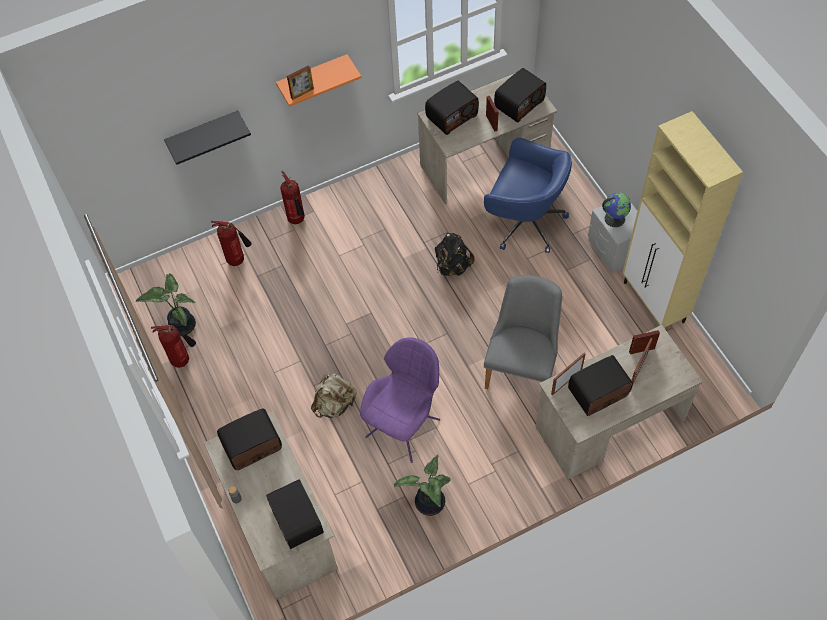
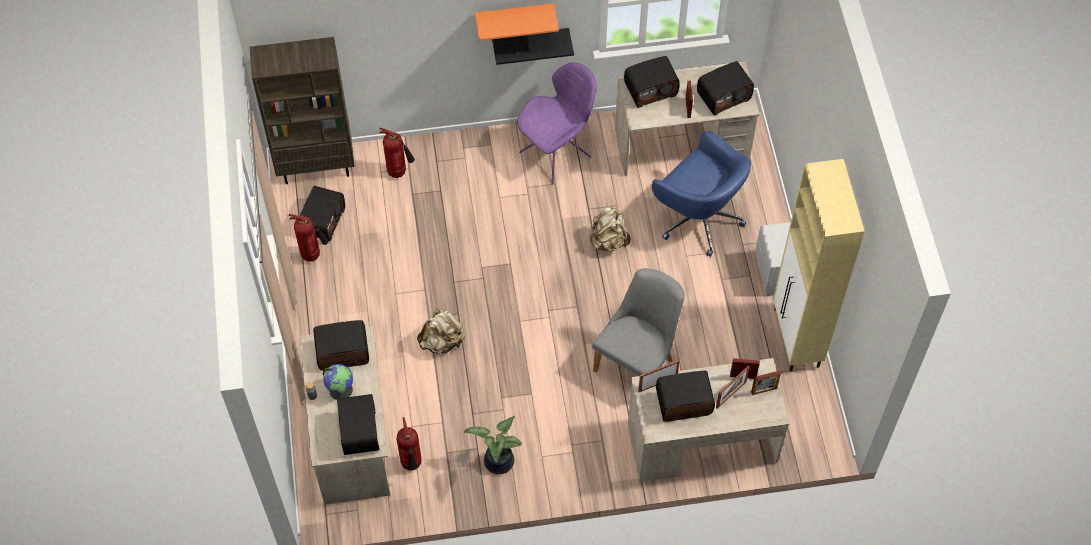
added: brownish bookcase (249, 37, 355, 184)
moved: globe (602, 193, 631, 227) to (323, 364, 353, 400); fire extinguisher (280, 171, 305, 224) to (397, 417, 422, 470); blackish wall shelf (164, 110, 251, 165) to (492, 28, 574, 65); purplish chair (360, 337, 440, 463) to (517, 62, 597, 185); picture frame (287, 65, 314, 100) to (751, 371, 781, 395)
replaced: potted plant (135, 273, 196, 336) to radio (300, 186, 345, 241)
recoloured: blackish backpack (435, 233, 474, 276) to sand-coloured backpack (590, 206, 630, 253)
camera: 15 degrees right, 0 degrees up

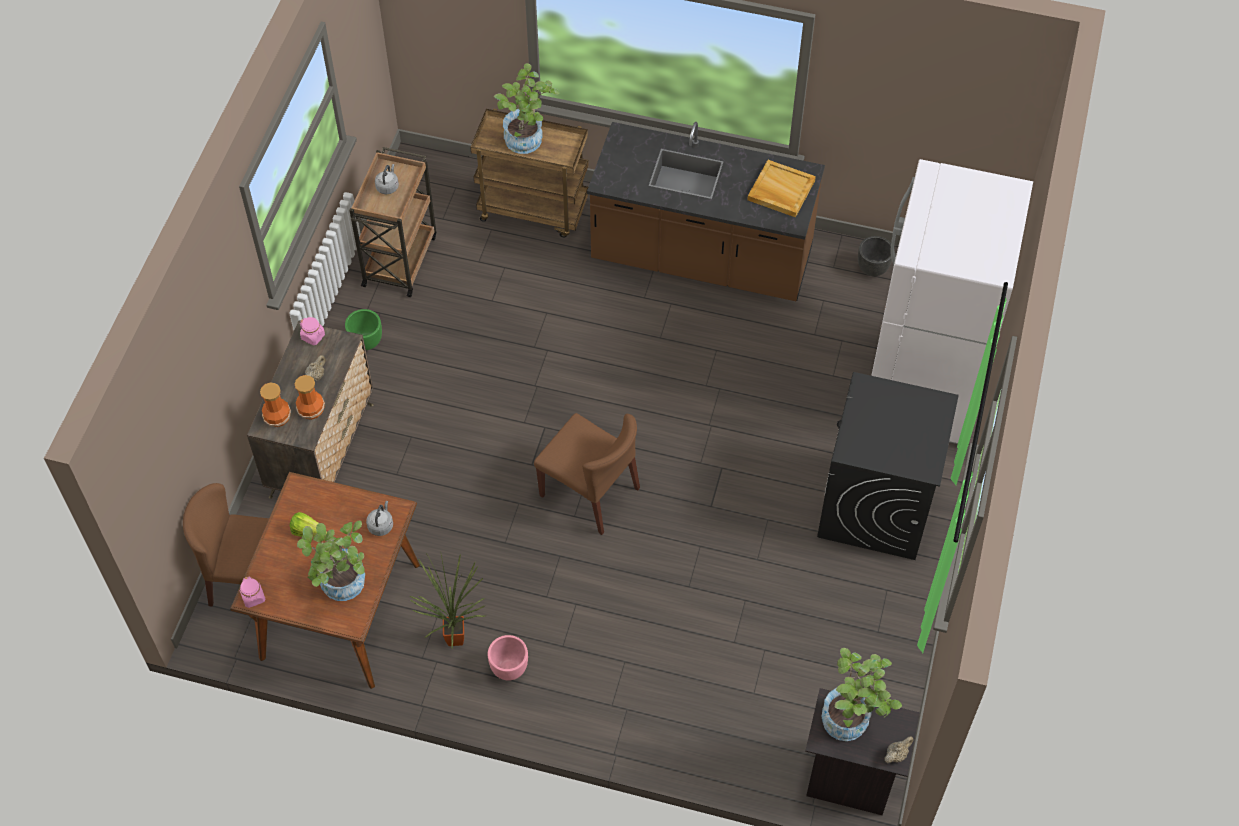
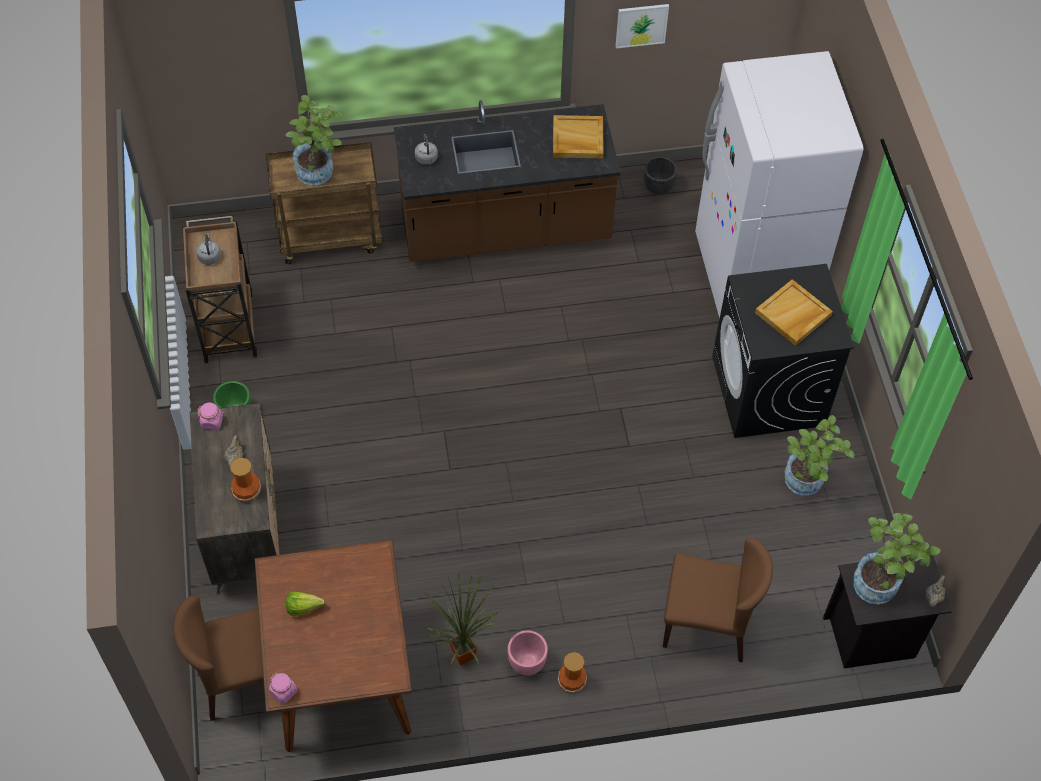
added: wall picture (616, 4, 669, 48); sand-coloured tray (755, 279, 833, 346)
moved: greyish tea kettle (366, 501, 393, 536) to (415, 134, 438, 165); flower vase (260, 382, 291, 427) to (558, 652, 587, 693); brownish chair (534, 413, 640, 535) to (663, 538, 773, 663); potted plant (297, 521, 365, 601) to (784, 415, 855, 496)
camera: 25 degrees left, 0 degrees up

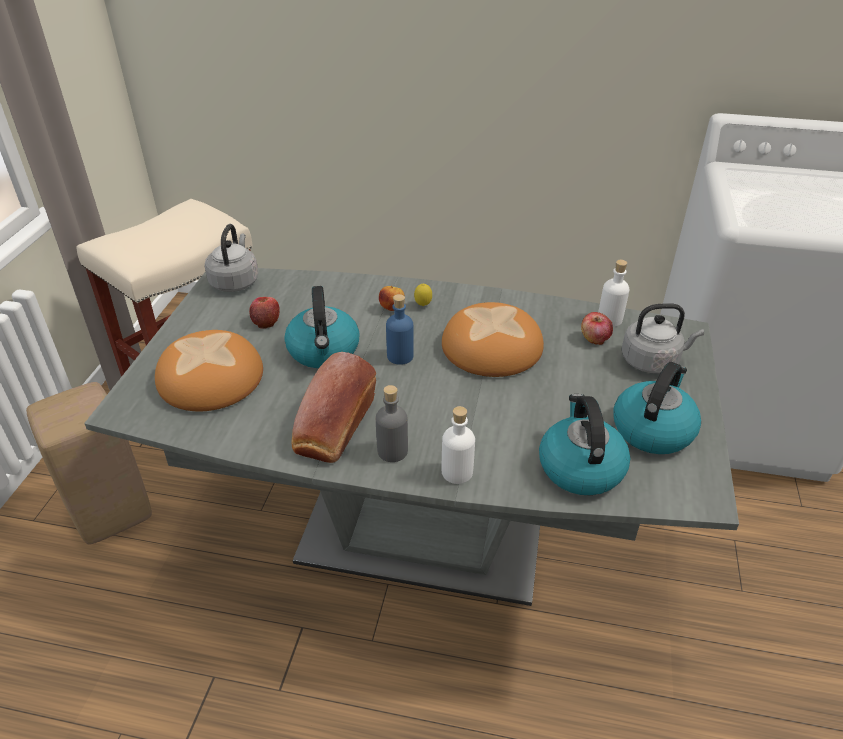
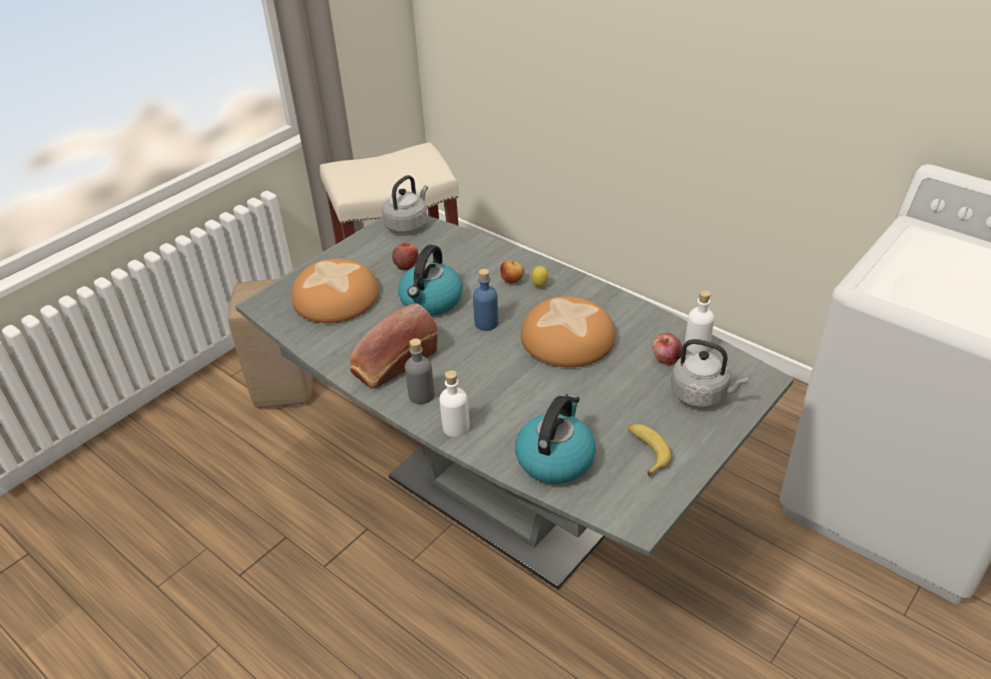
replaced: tea kettle (614, 362, 701, 454) to whole banana (627, 424, 672, 476)
camera: 30 degrees right, 0 degrees up

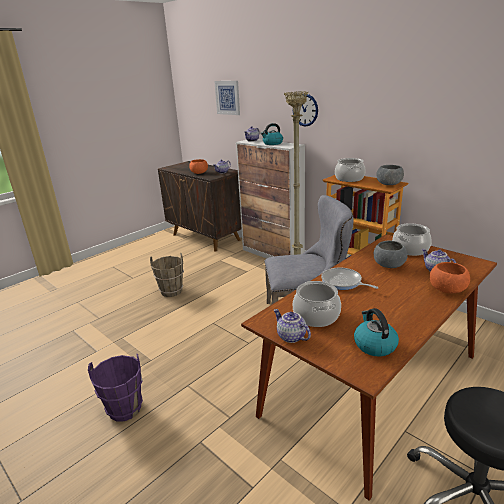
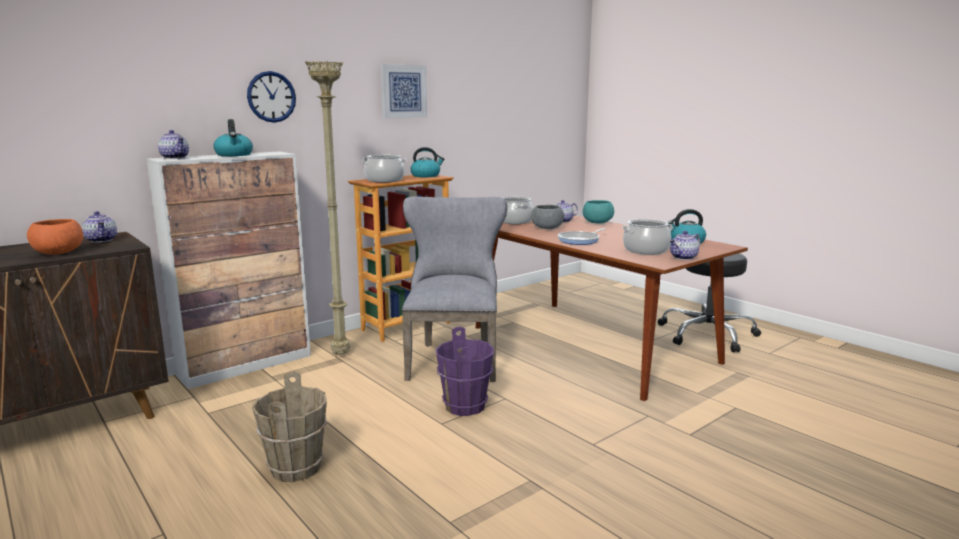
moved: wall picture (214, 81, 240, 115) to (381, 64, 427, 118); purplish water bucket (88, 354, 143, 422) to (435, 327, 494, 416)
replaced: greyish serving bowl (376, 165, 404, 185) to tea kettle (410, 147, 444, 177)
recoloured: orange-coloured serving bowl (430, 262, 470, 293) to blue-green serving bowl (583, 200, 614, 224)
camera: 85 degrees left, 10 degrees down

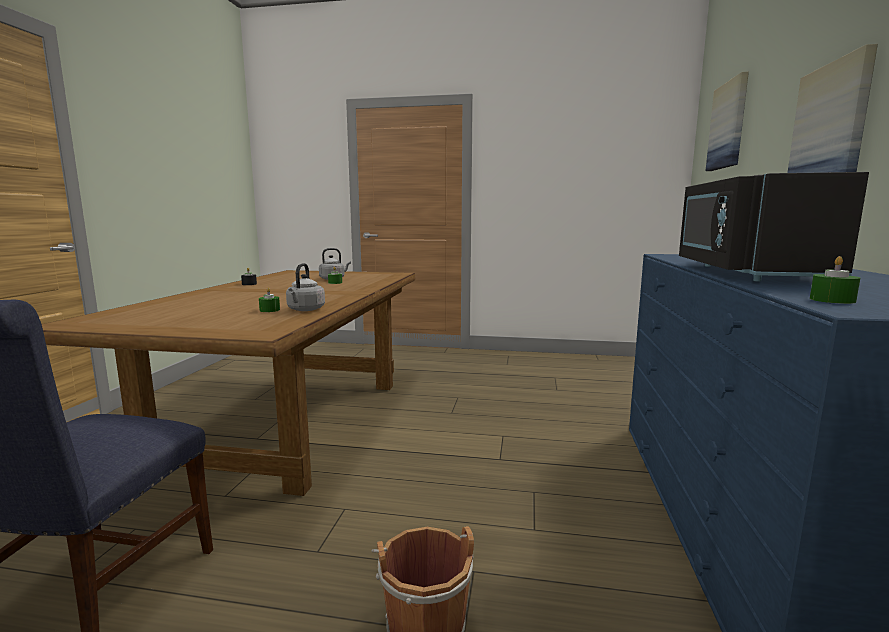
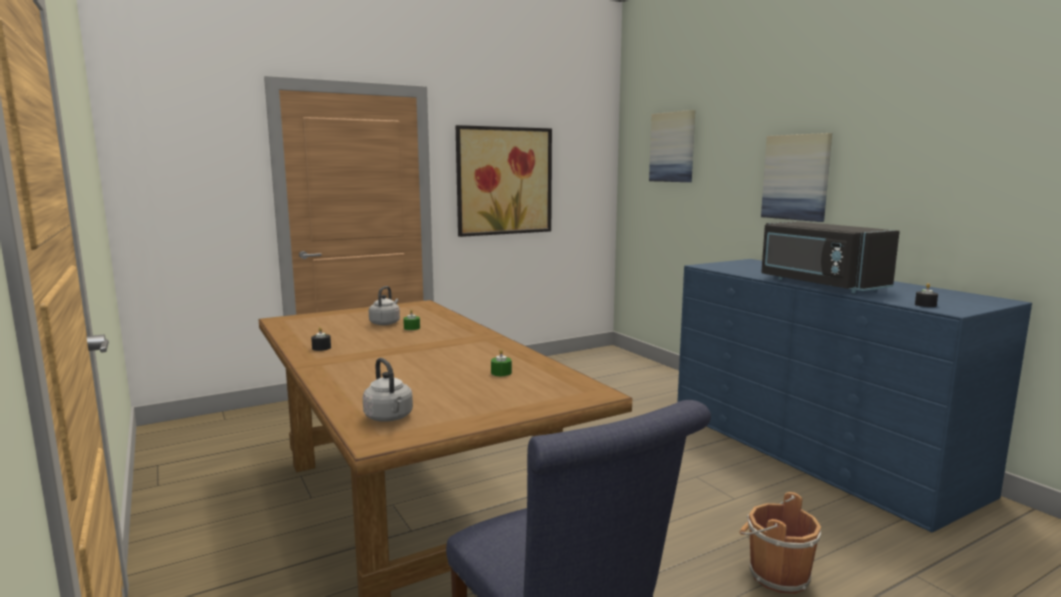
added: wall picture (456, 125, 552, 237)
moved: greyish tea kettle (286, 263, 325, 311) to (363, 358, 413, 422)
recoloured: green-coloured wax light (810, 256, 860, 304) to blackish wax light (915, 283, 938, 307)
camera: 40 degrees left, 0 degrees up

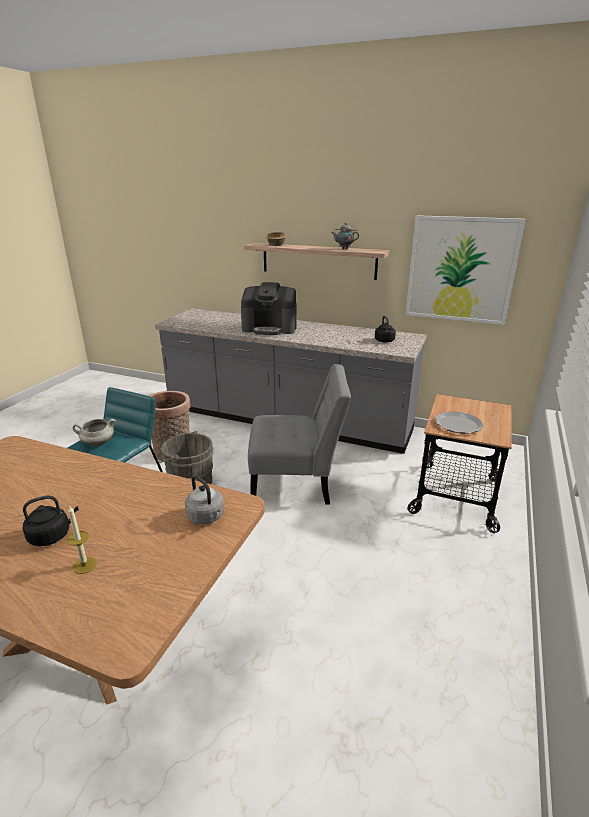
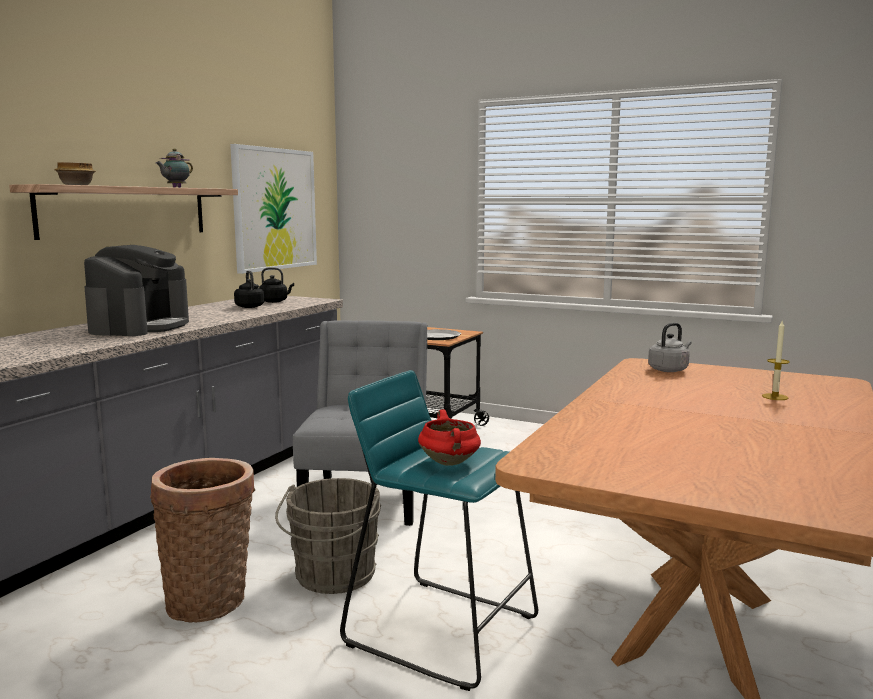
moved: blackish tea kettle (23, 495, 79, 546) to (234, 271, 264, 308)
recoloured: white stockpot (73, 419, 116, 446) to red-coloured stockpot (418, 409, 481, 466)
camera: 85 degrees left, 15 degrees down

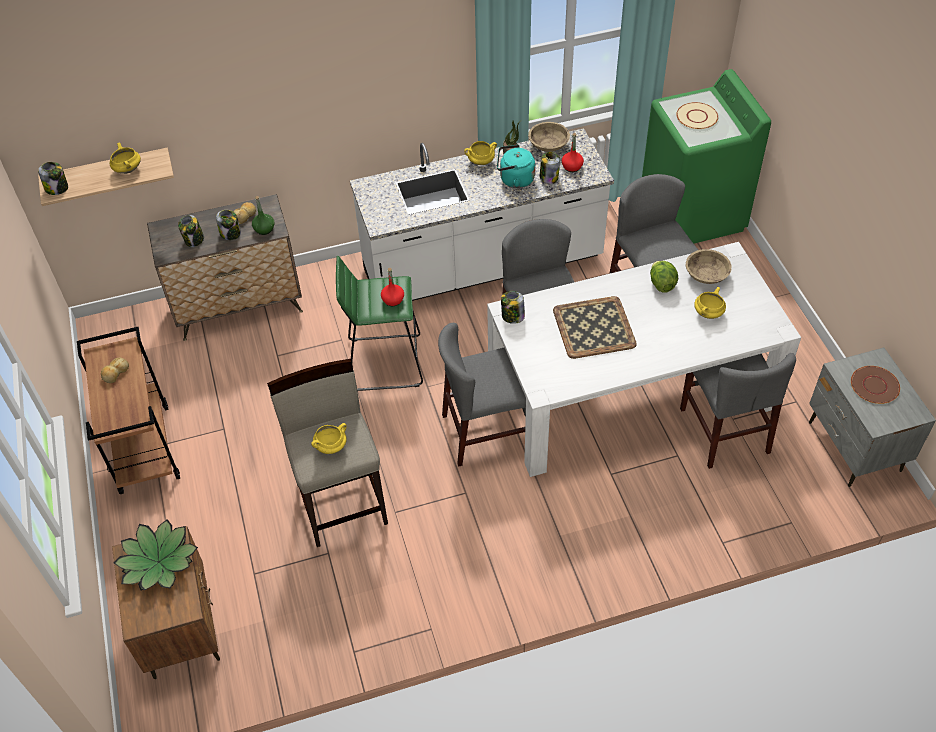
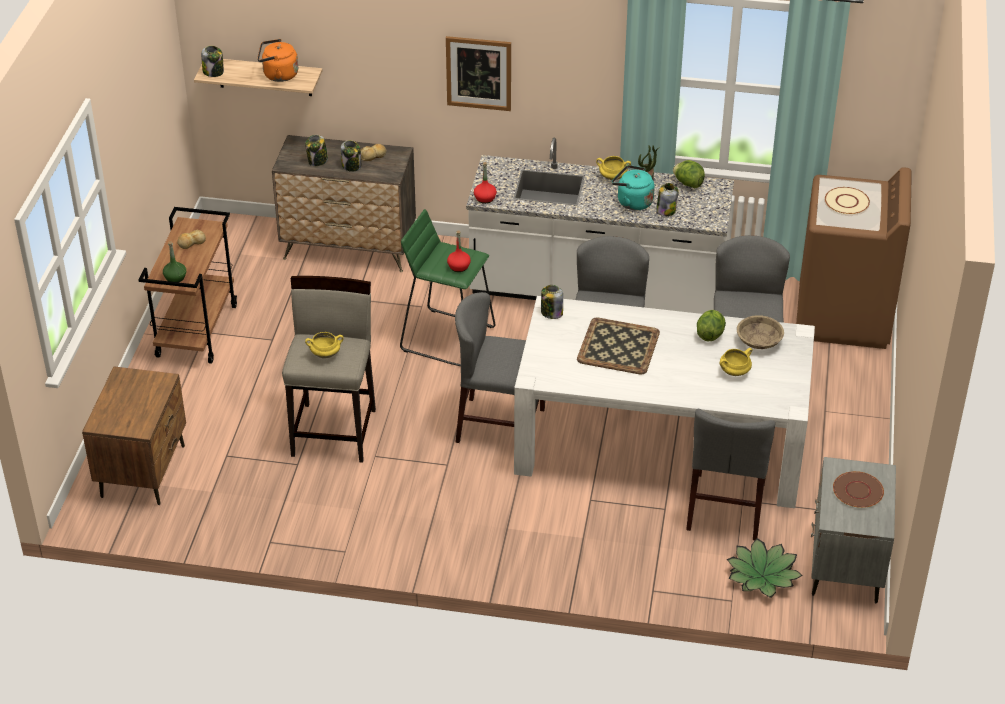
added: wall picture (446, 36, 511, 111)
moved: green-coloured bottle (252, 196, 274, 235) to (163, 241, 186, 283); red-coloured bottle (562, 133, 584, 172) to (474, 162, 497, 204); potted plant (114, 519, 198, 591) to (727, 538, 803, 598)
replaced: yellow stockpot (110, 143, 141, 174) to orange-coloured tea kettle (257, 39, 298, 82); sand-coloured serving bowl (528, 122, 570, 152) to lettuce head (673, 160, 705, 188)
recoloured: green-coloured laundry machine (642, 69, 771, 244) to brownish laundry machine (796, 167, 912, 349)
camera: 25 degrees right, 10 degrees down

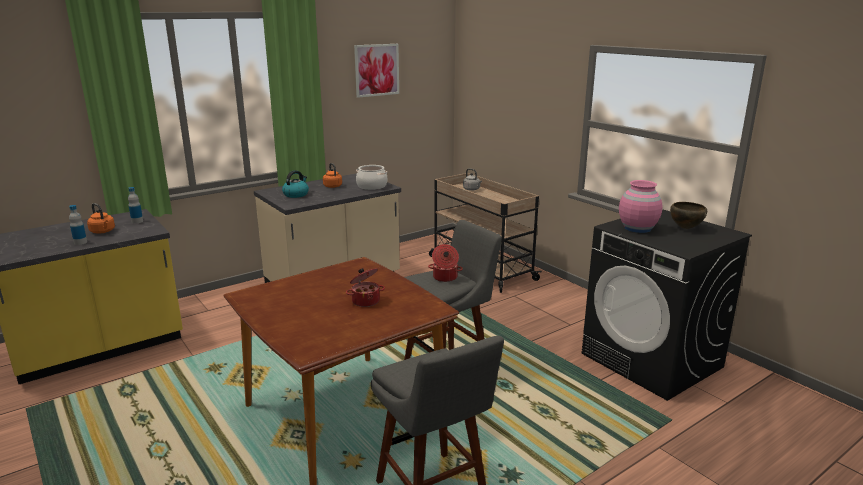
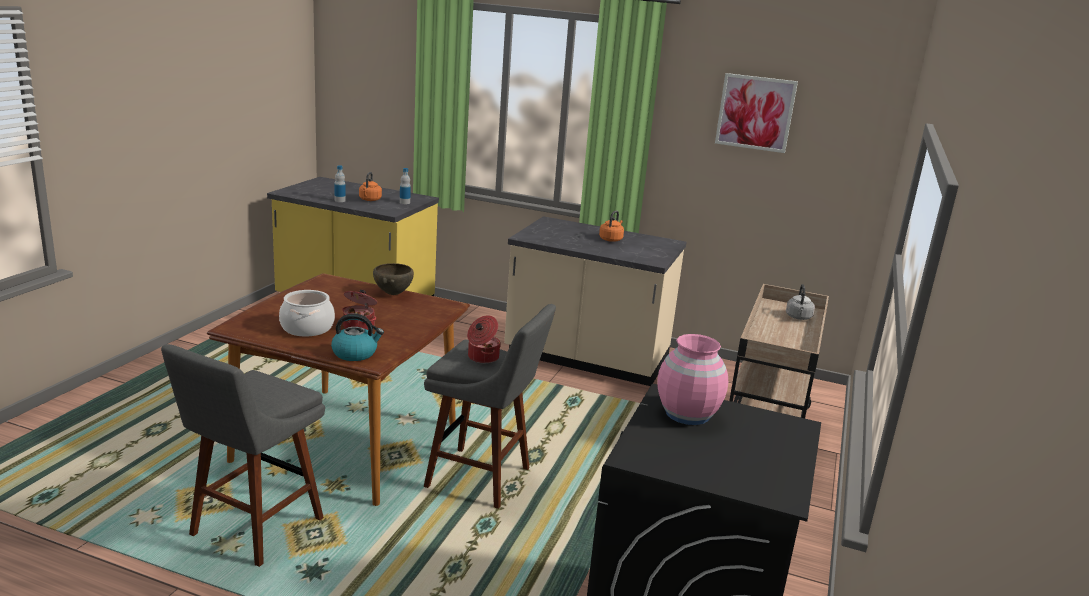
moved: stockpot (356, 165, 387, 190) to (279, 290, 335, 337); tea kettle (282, 170, 309, 198) to (331, 314, 384, 361); brownish serving bowl (670, 202, 707, 229) to (373, 263, 414, 295)
camera: 55 degrees right, 0 degrees up

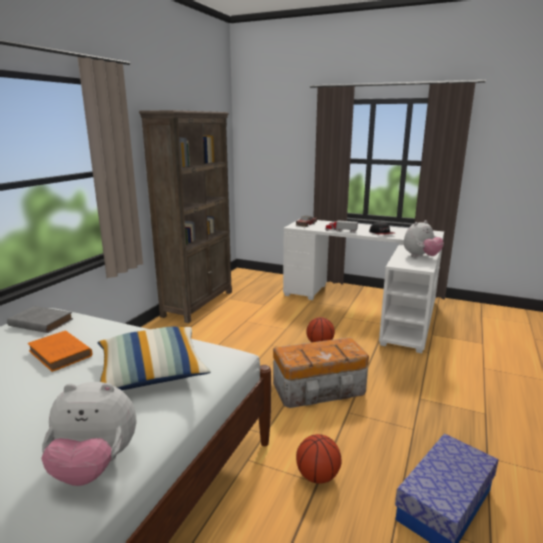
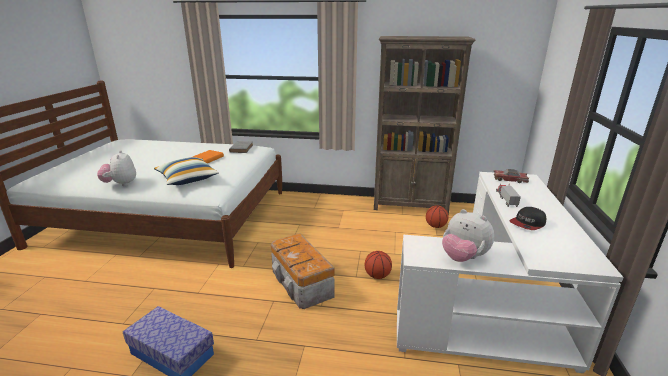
moved: ball for basketball (296, 434, 342, 484) to (426, 205, 449, 228)
camera: 75 degrees right, 5 degrees up

